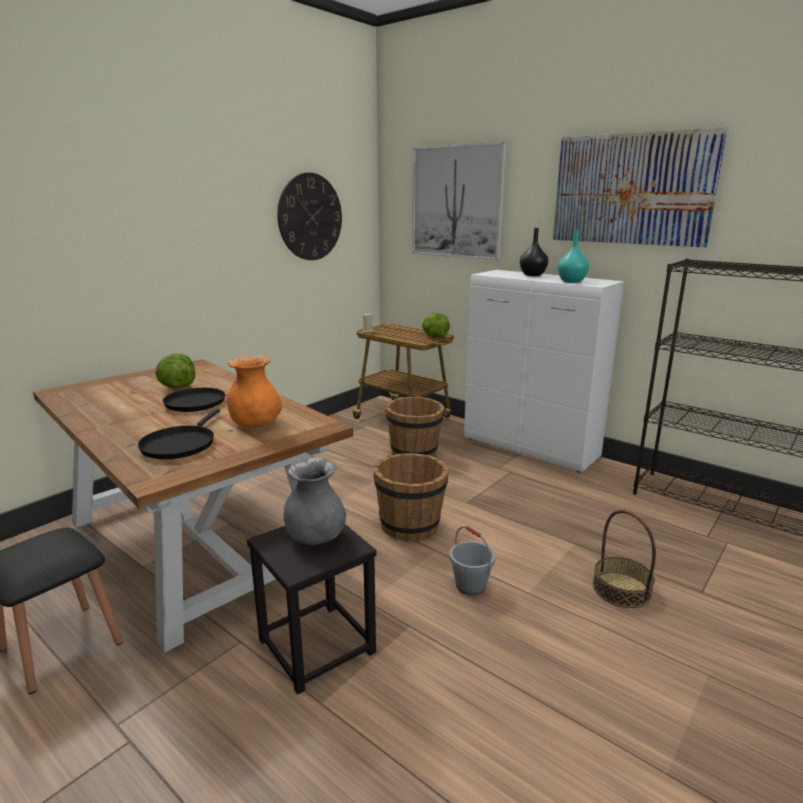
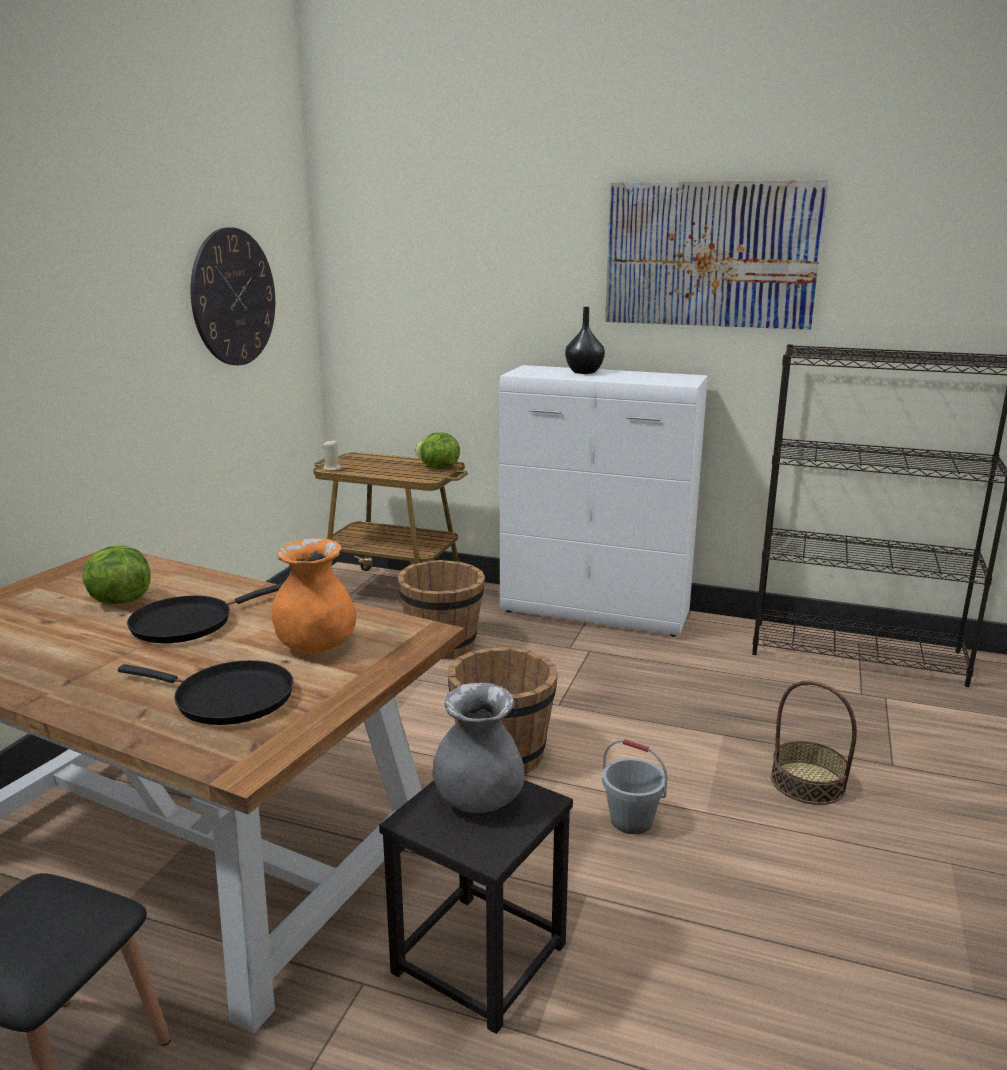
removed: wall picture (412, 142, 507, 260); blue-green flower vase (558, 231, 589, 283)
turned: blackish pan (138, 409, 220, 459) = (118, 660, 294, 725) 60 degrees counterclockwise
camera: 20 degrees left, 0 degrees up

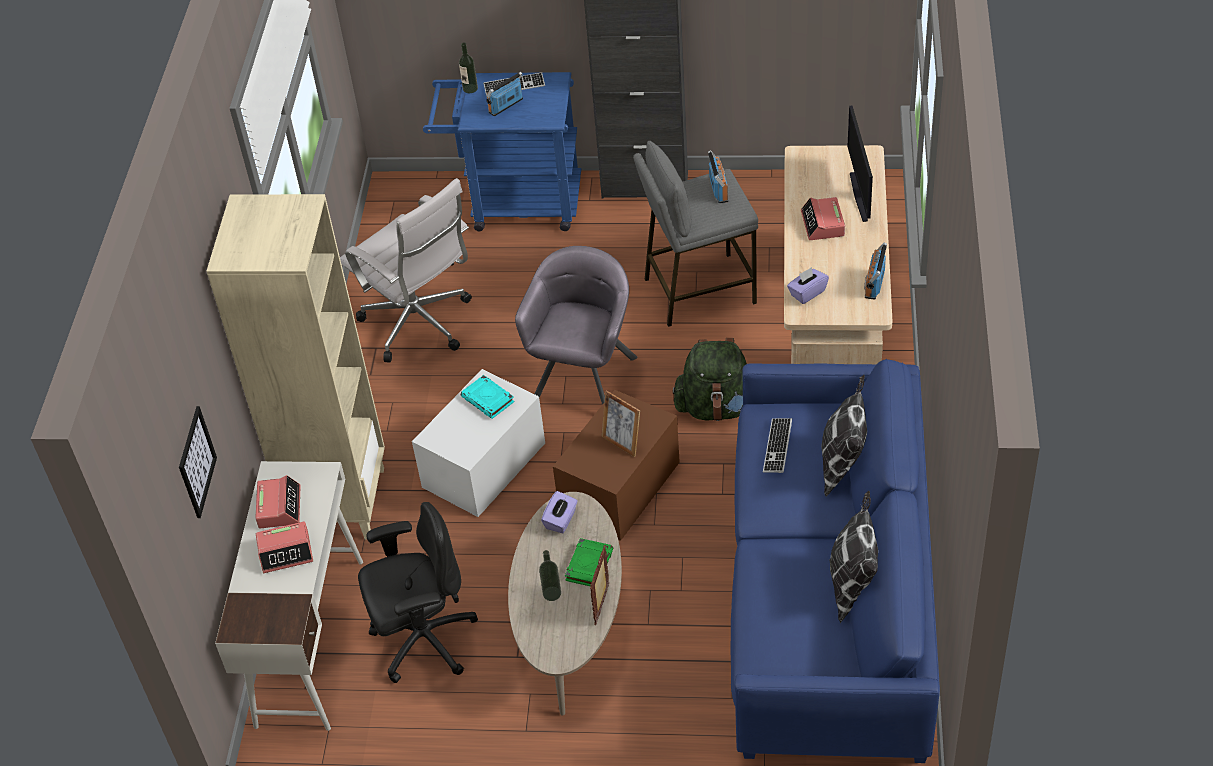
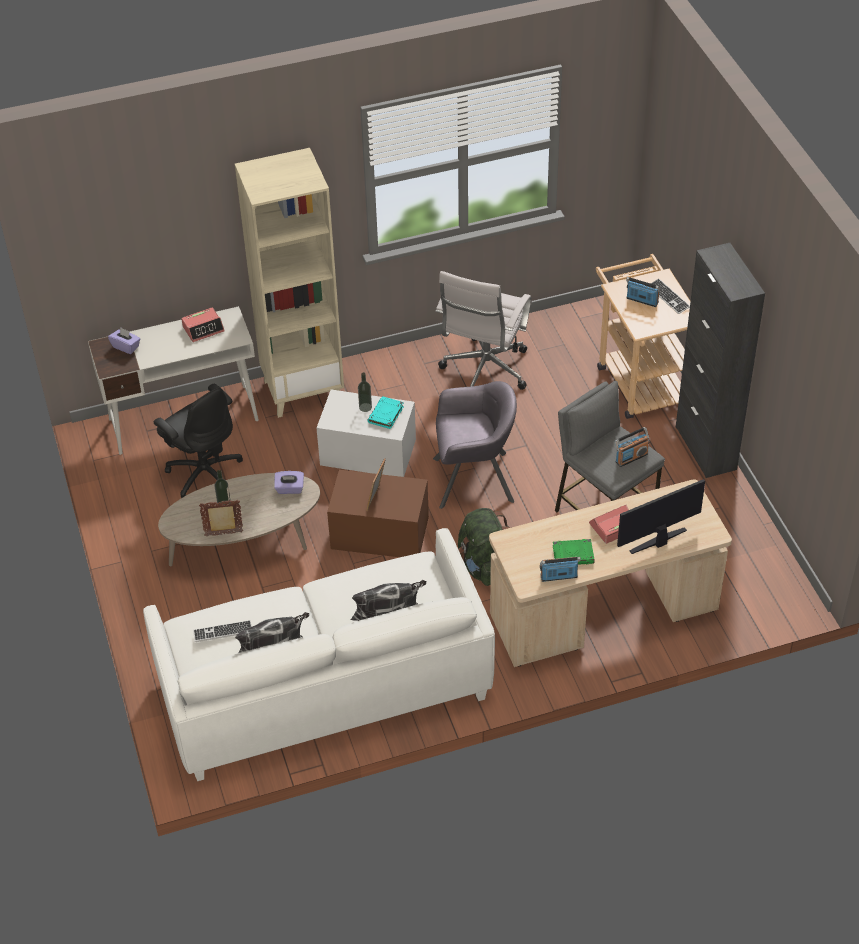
removed: wall picture (179, 406, 217, 518); alarm clock (256, 521, 313, 573)
moved: purplish tissue holder (787, 267, 829, 304) to (108, 327, 140, 354); PC keyboard (763, 418, 792, 473) to (193, 620, 252, 642); bottle (459, 42, 478, 93) to (358, 372, 372, 412); green-coloured book (565, 538, 613, 586) to (553, 539, 595, 565)
recoloured: bluish sofa (730, 359, 940, 763) to white sofa (143, 528, 495, 781); bluish cart (423, 72, 581, 231) to sand-coloured cart (596, 254, 691, 419)
camera: 65 degrees right, 0 degrees up

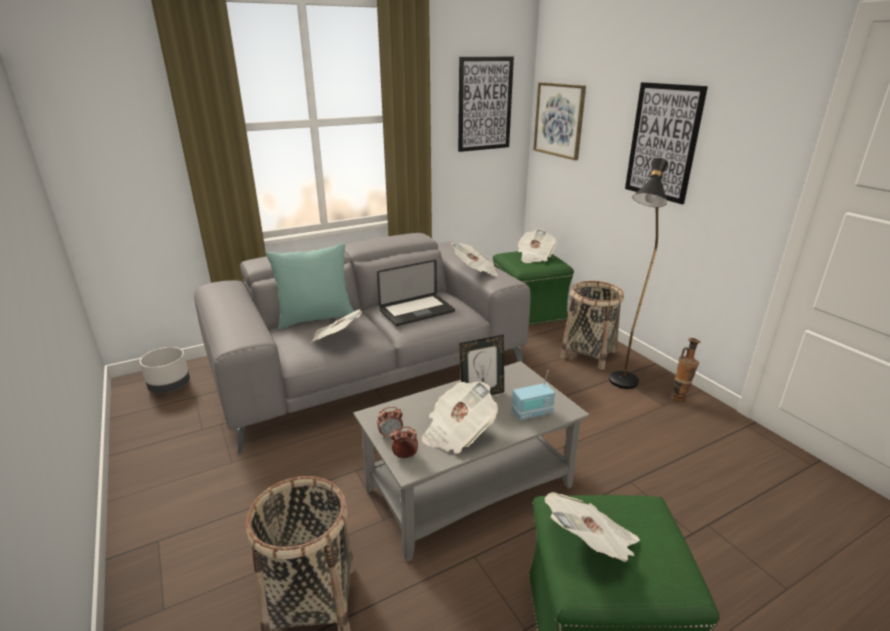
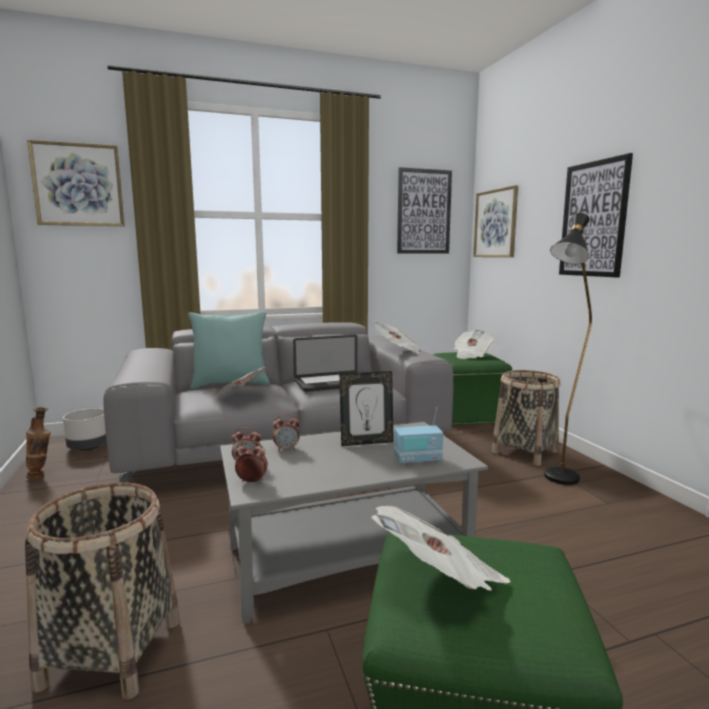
removed: printed paper (421, 381, 498, 454)
added: wall picture (27, 140, 125, 226); alarm clock (273, 414, 299, 451)
moved: flower vase (671, 338, 701, 402) to (26, 407, 51, 479)
camera: 10 degrees right, 15 degrees down

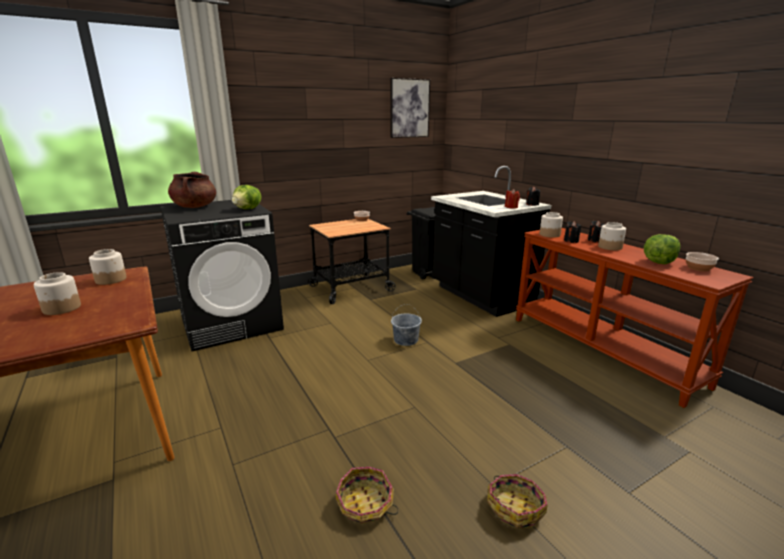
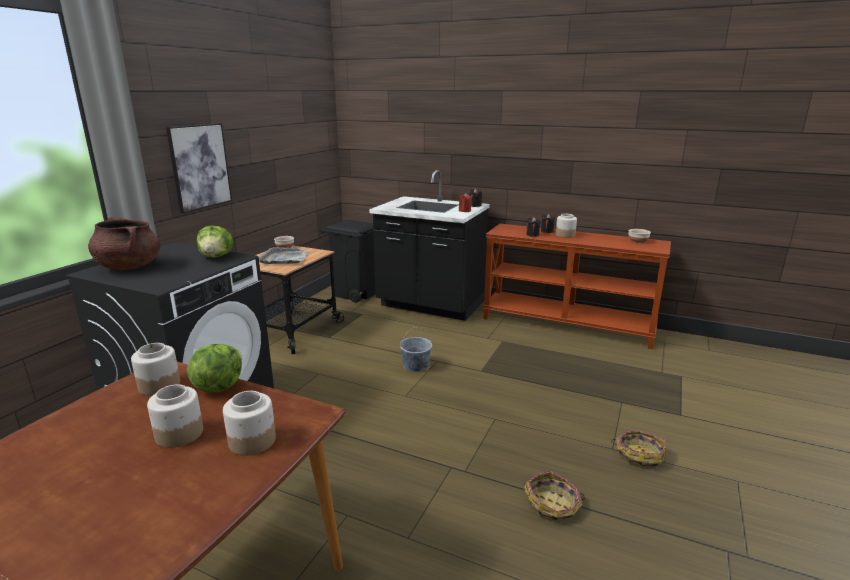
added: greyish tray (259, 247, 308, 264)
moved: wall picture (390, 78, 430, 138) to (166, 123, 232, 213); lettuce head (644, 234, 681, 264) to (187, 344, 242, 392); jar (540, 212, 563, 238) to (223, 391, 276, 456)
camera: 35 degrees left, 0 degrees up

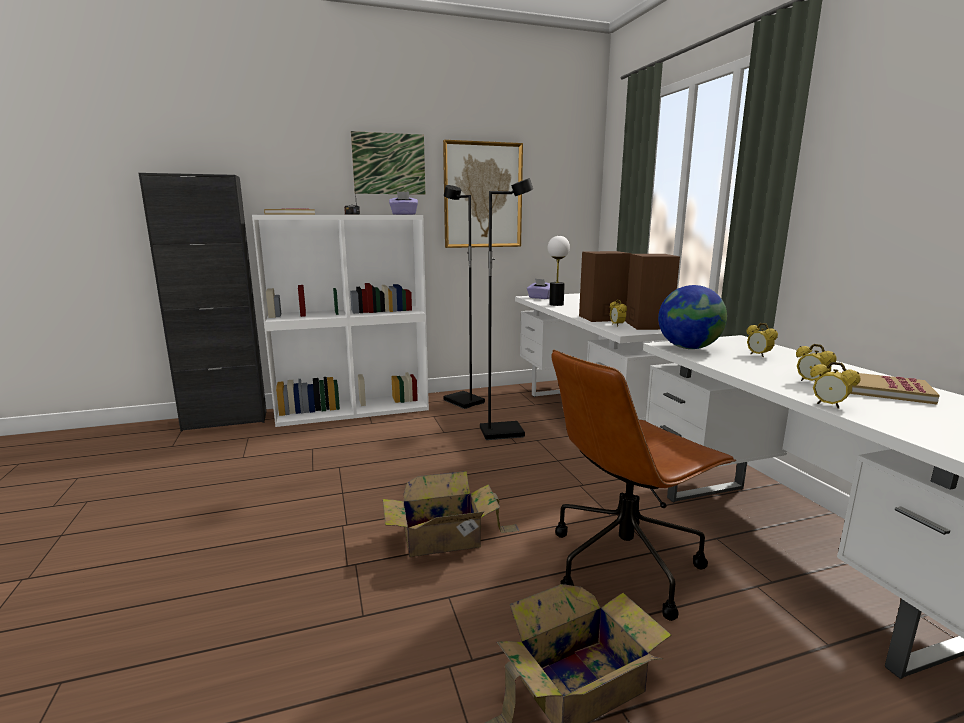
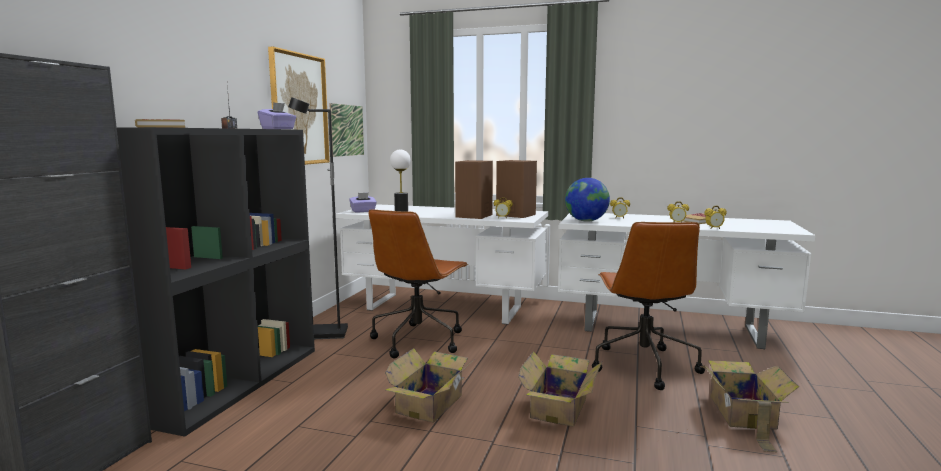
added: packing box (385, 348, 474, 423)
moved: wall picture (351, 131, 425, 195) to (329, 103, 364, 157)
replaced: blackish floor lamp (480, 178, 533, 440) to brownish computer chair (369, 209, 468, 358)
recoloured: white bookcase (252, 215, 429, 427) to blackish bookcase (117, 127, 315, 437)
camera: 55 degrees left, 5 degrees down

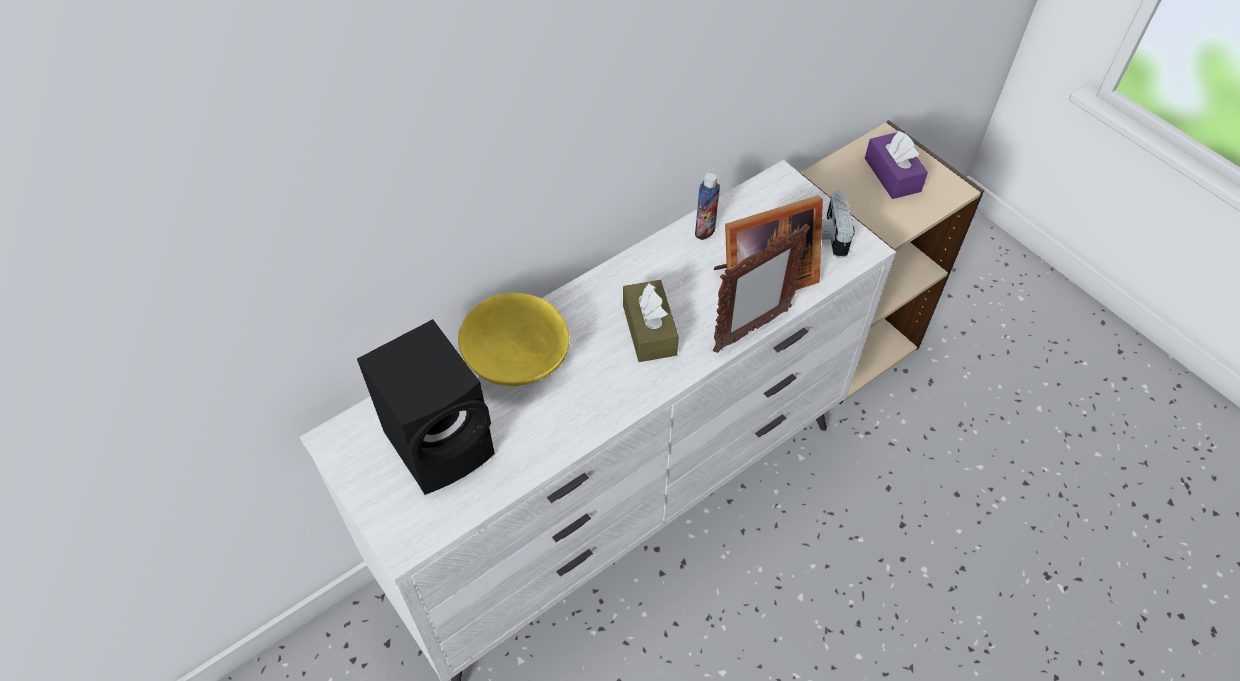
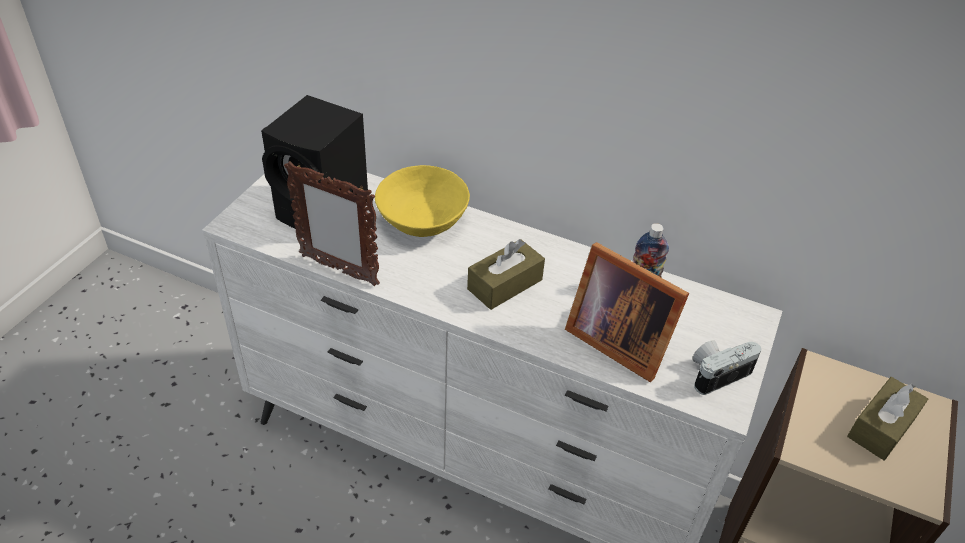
moved: picture frame (713, 224, 810, 353) to (284, 161, 380, 286)
recoloured: purplish tissue holder (865, 131, 928, 199) to brownish tissue holder (847, 377, 928, 460)
camera: 60 degrees right, 10 degrees down

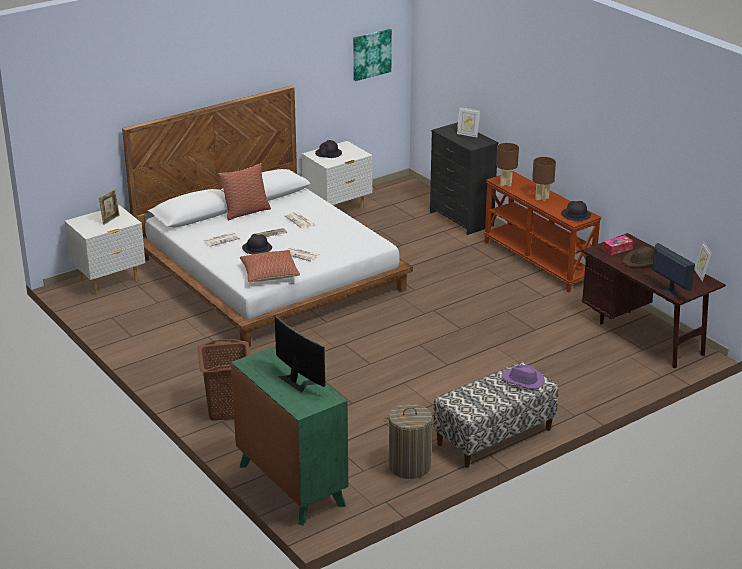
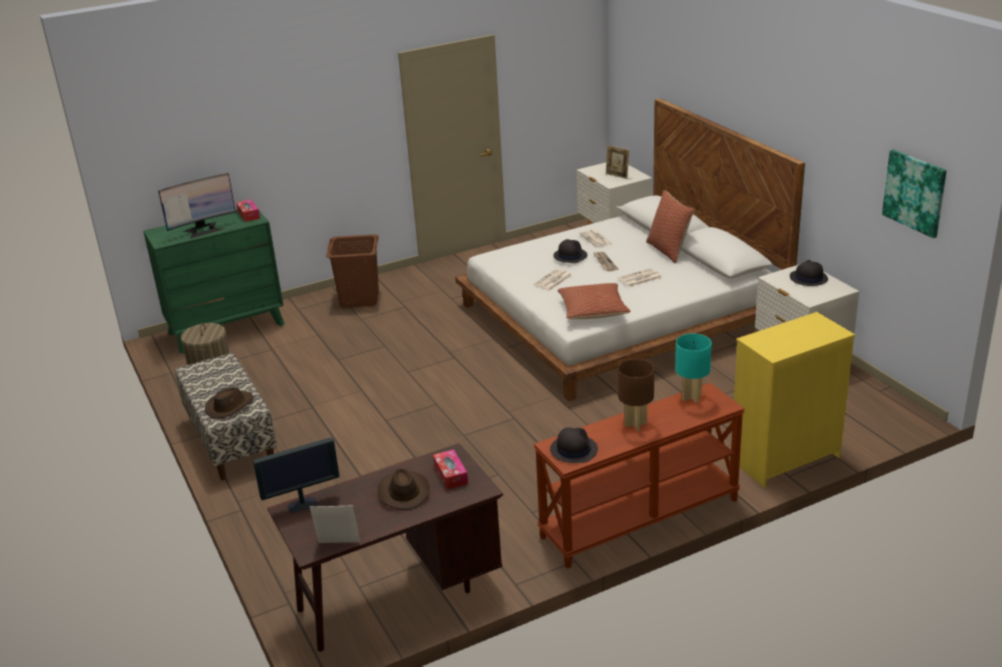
removed: picture frame (457, 107, 480, 138)
added: tissue holder (236, 199, 260, 222)
moved: cushion (240, 250, 300, 282) to (558, 283, 631, 319)
recoloured: purplish clothing hat (501, 365, 545, 389) to brownish clothing hat (205, 387, 254, 419); brownish table lamp (496, 143, 519, 187) to blue-green table lamp (675, 334, 712, 403); blackish dresser (430, 122, 499, 235) to yellow dresser (731, 312, 855, 488)
camera: 100 degrees right, 0 degrees up

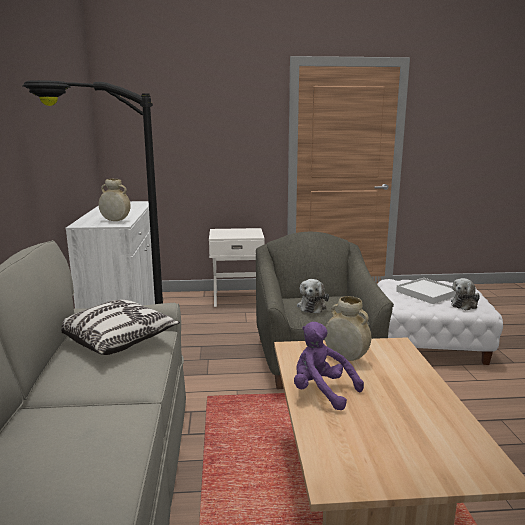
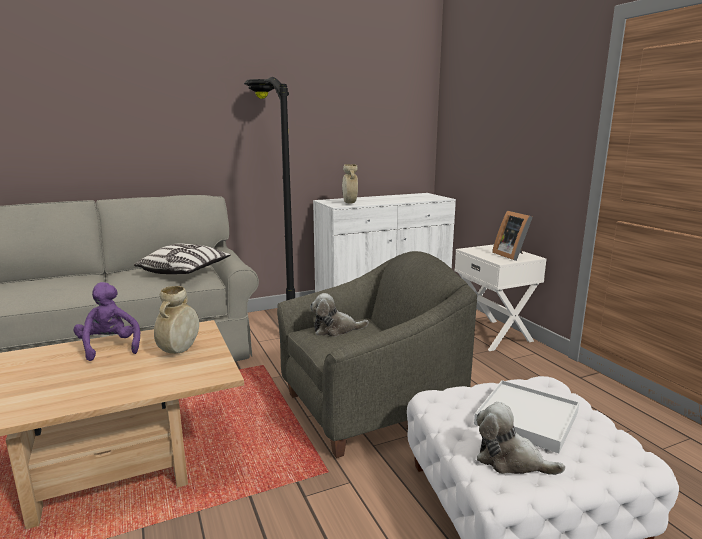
added: picture frame (492, 211, 533, 261)
turned: purplish plush toy (294, 322, 364, 410) = (74, 282, 140, 361) 45 degrees counterclockwise
camera: 70 degrees right, 0 degrees up

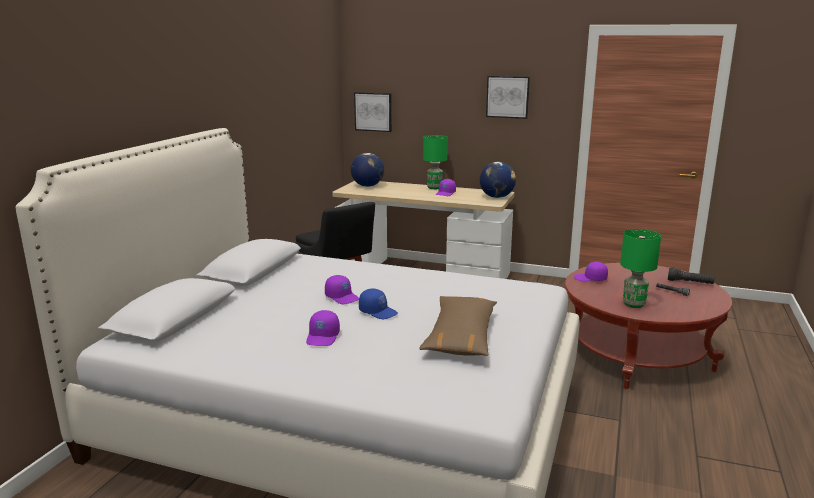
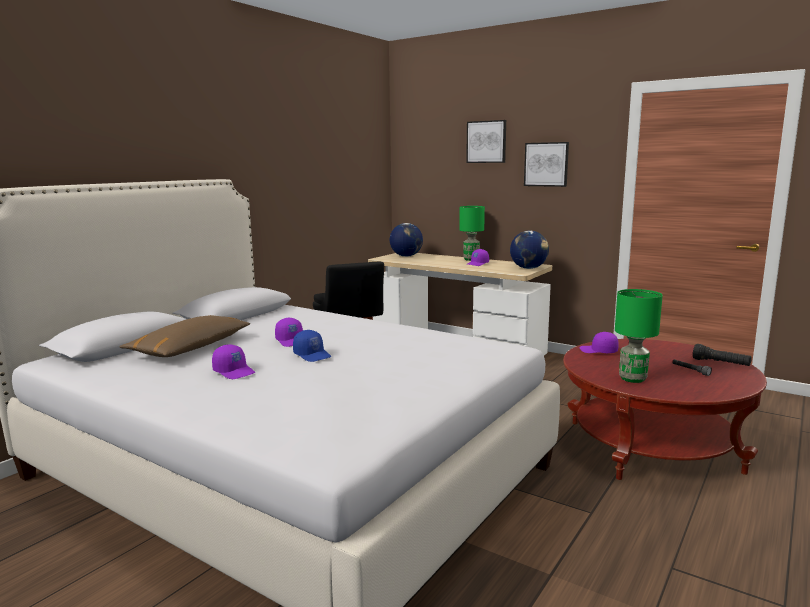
moved: brownish cushion (419, 296, 497, 356) to (119, 315, 251, 357); wall picture (354, 92, 392, 132) to (466, 120, 506, 163)
turned: purplish peaked cap (306, 310, 340, 346) = (212, 344, 255, 379) 75 degrees counterclockwise
camera: 15 degrees right, 5 degrees down

